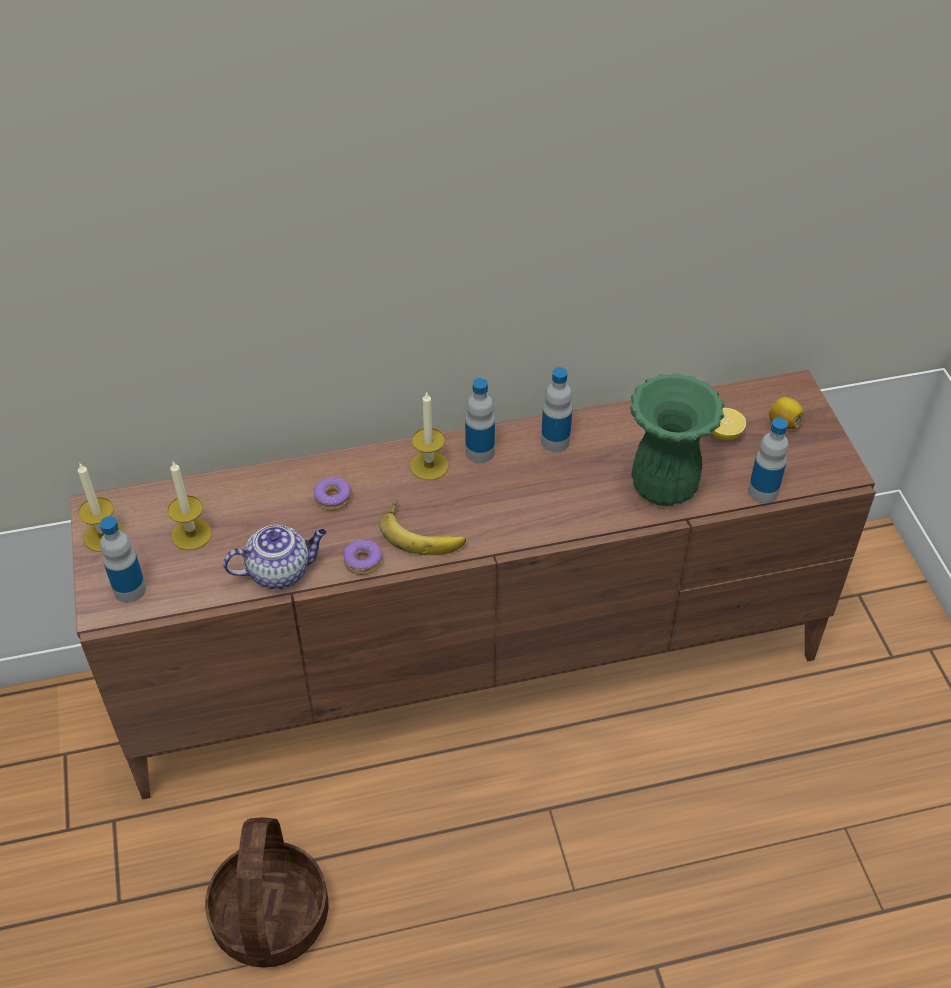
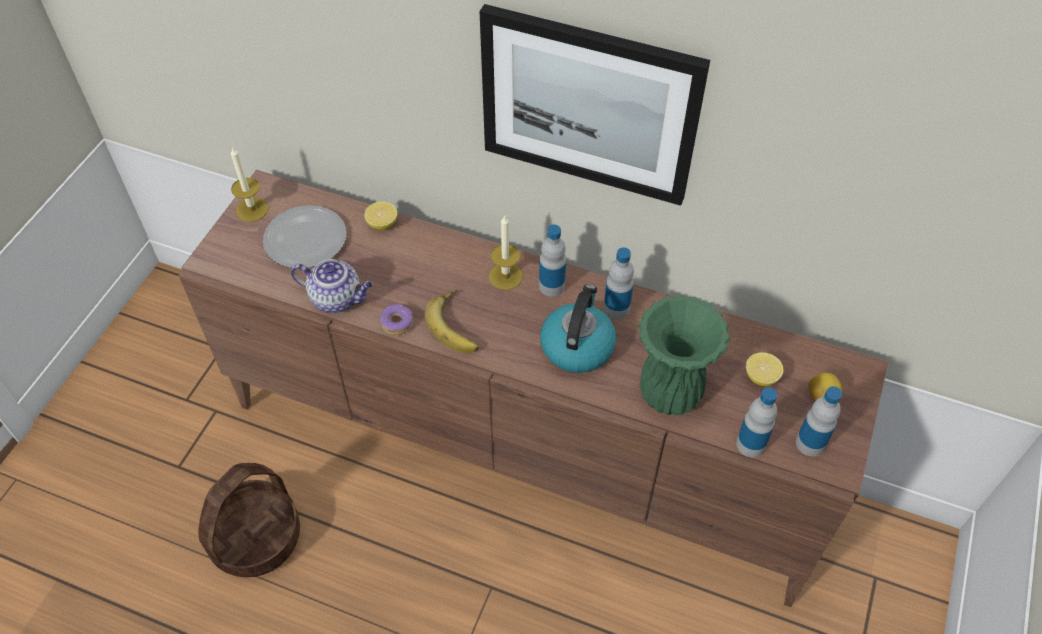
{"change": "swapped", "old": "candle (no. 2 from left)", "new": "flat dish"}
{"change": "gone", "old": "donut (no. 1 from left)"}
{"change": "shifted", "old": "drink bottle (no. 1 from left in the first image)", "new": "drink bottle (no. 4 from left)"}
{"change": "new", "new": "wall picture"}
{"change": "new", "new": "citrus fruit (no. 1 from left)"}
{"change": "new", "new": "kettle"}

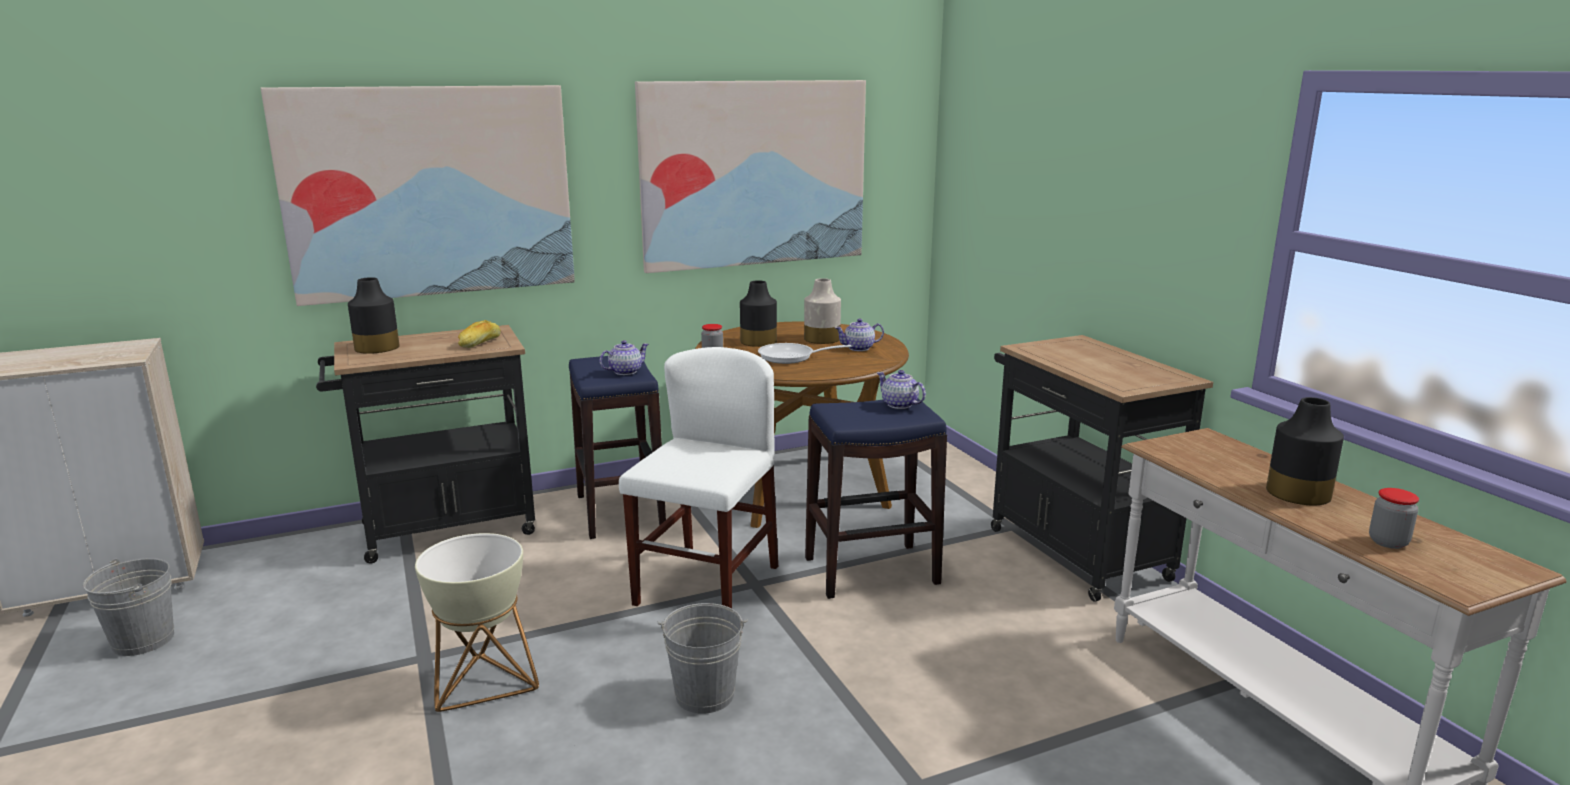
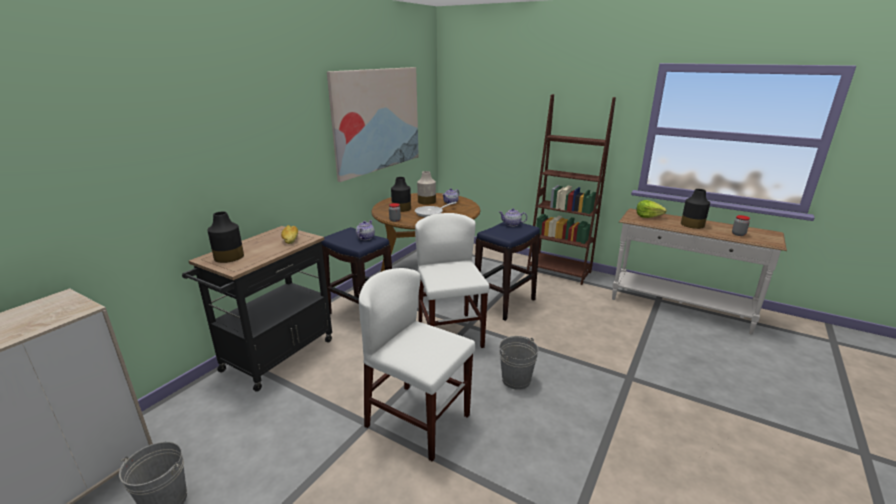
{"change": "gone", "old": "wall picture (no. 1 from left)"}
{"change": "swapped", "old": "black-coloured cart (no. 2 from left)", "new": "brown-coloured shelving unit"}
{"change": "swapped", "old": "flower pot", "new": "whitish plain chair (no. 1 from left)"}
{"change": "new", "new": "lettuce head"}

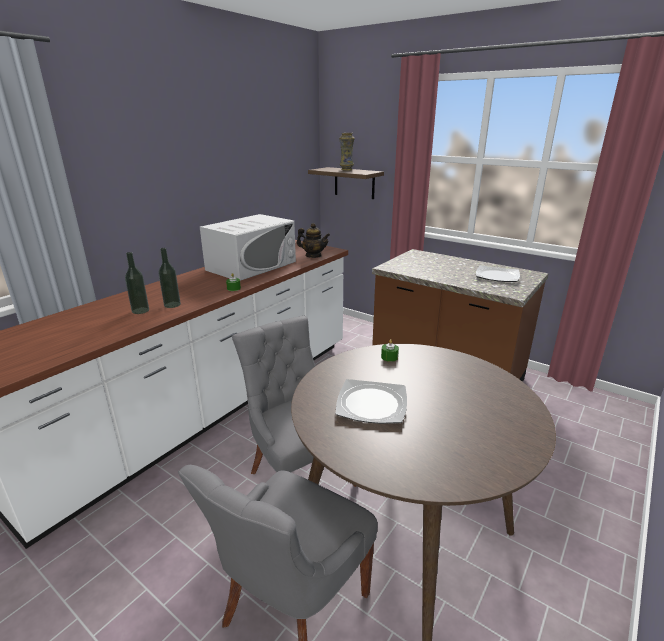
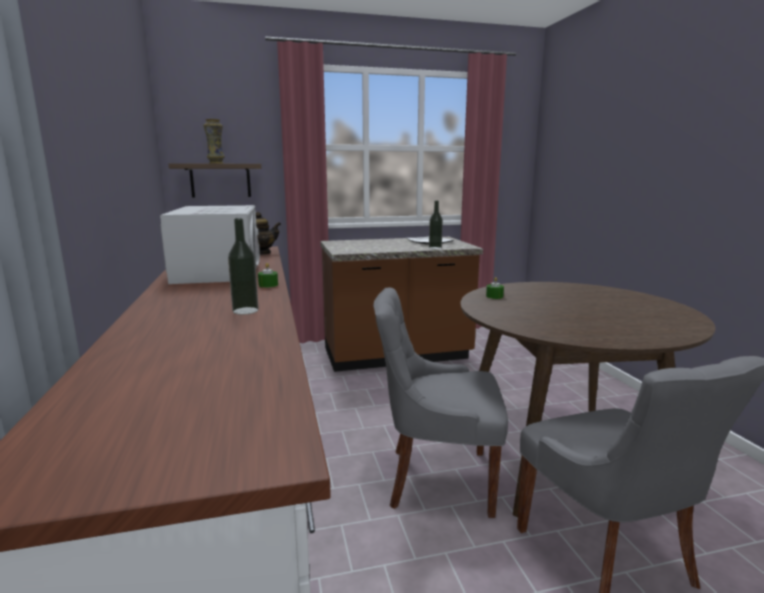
{"change": "shifted", "old": "drink bottle (no. 1 from left in the first image)", "new": "drink bottle (no. 2 from left)"}
{"change": "gone", "old": "flat dish (no. 1 from left)"}

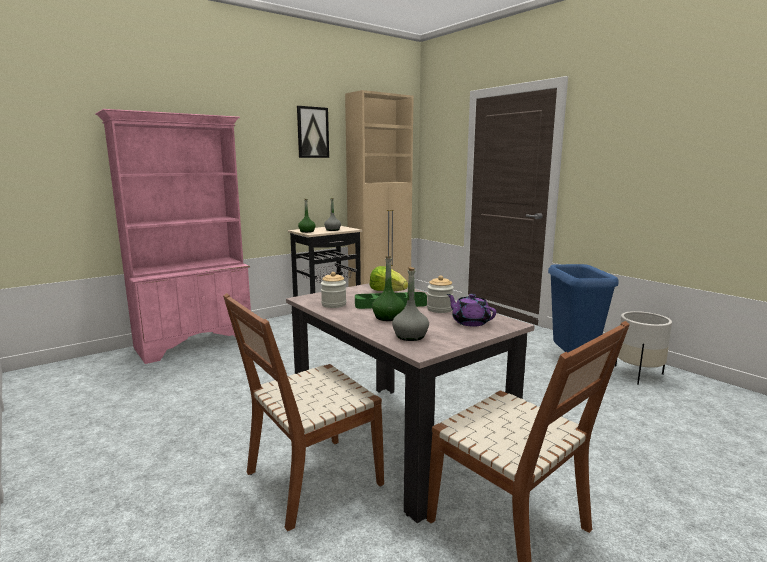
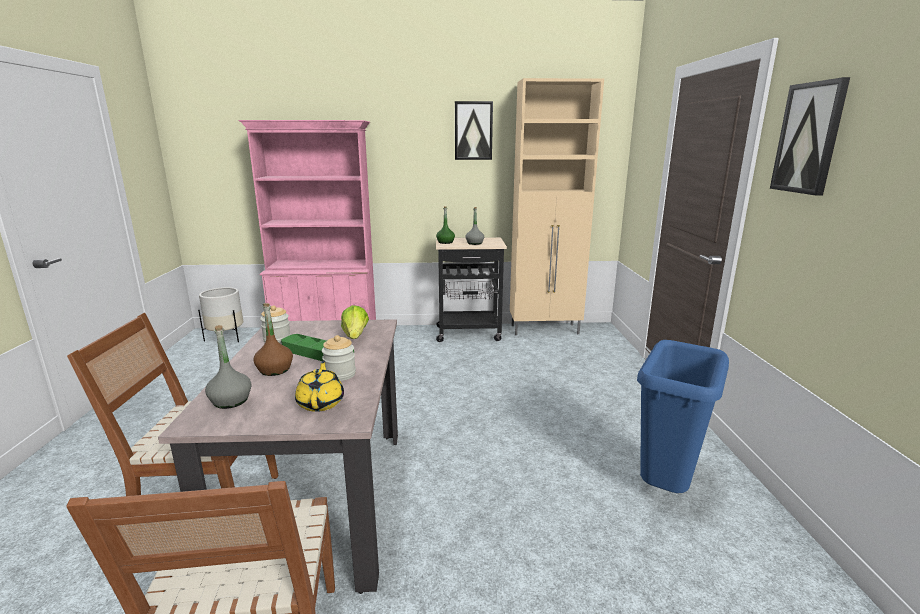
{"change": "repainted", "old": "green-coloured drink bottle (no. 2 from left)", "new": "brown-coloured drink bottle"}
{"change": "repainted", "old": "purplish teapot", "new": "yellow-coloured teapot"}
{"change": "shifted", "old": "whitish flower pot"}
{"change": "new", "new": "wall picture (no. 2 from left)"}

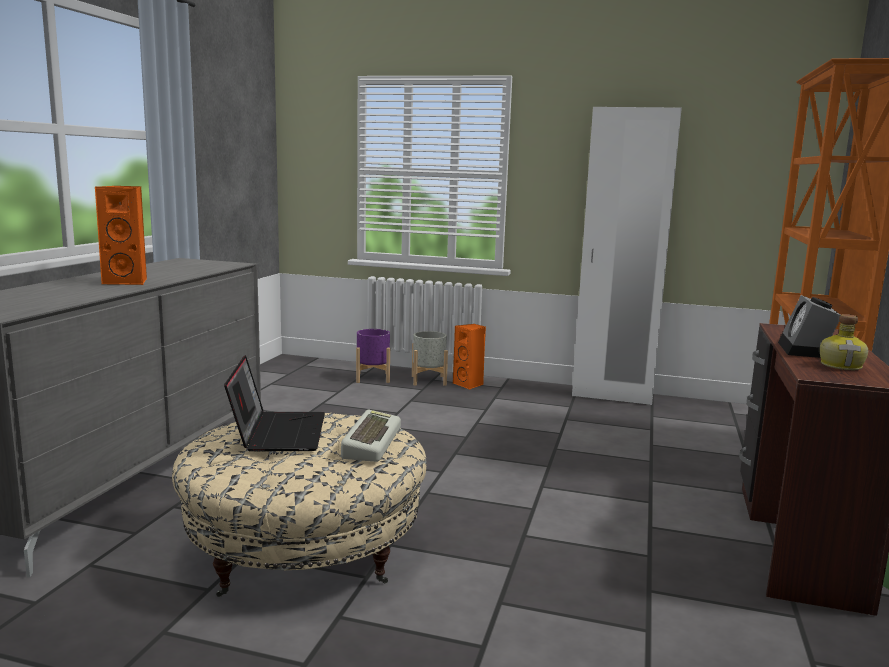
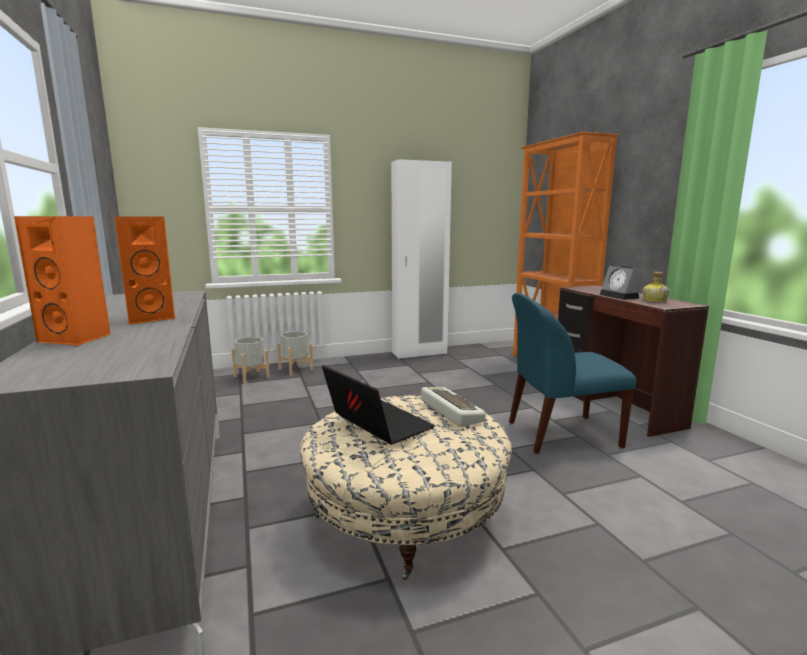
{"change": "shifted", "old": "orange speaker (no. 2 from left in the first image)", "new": "orange speaker (no. 1 from left)"}
{"change": "repainted", "old": "purplish flower pot", "new": "greyish flower pot (no. 1 from left)"}
{"change": "new", "new": "blue plain chair"}

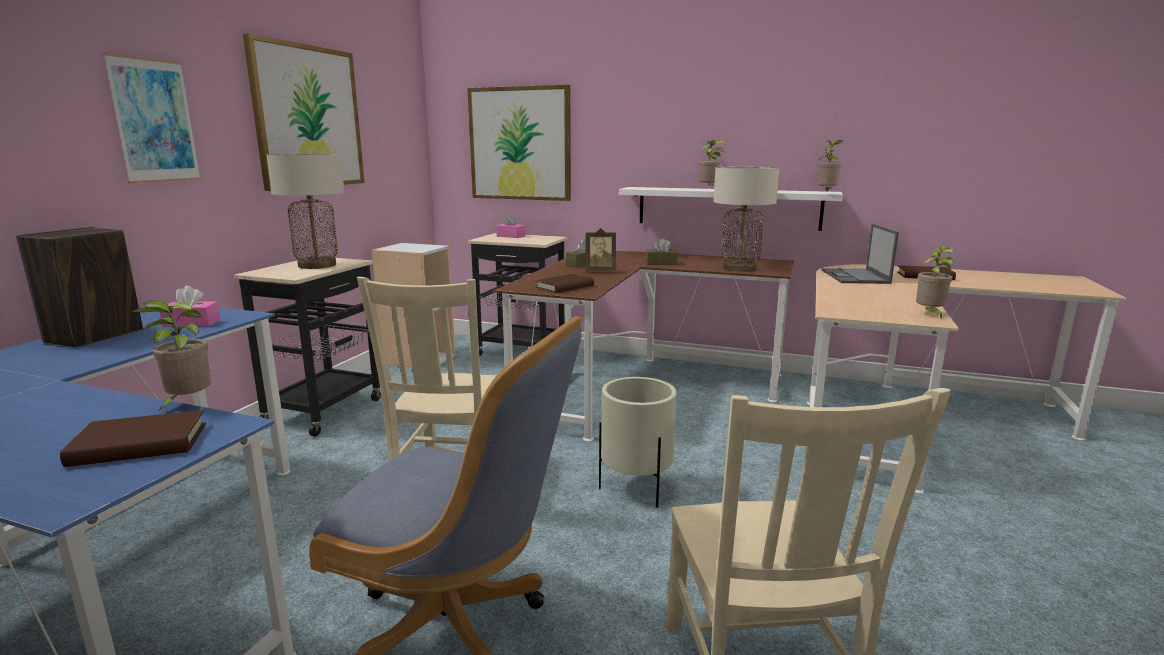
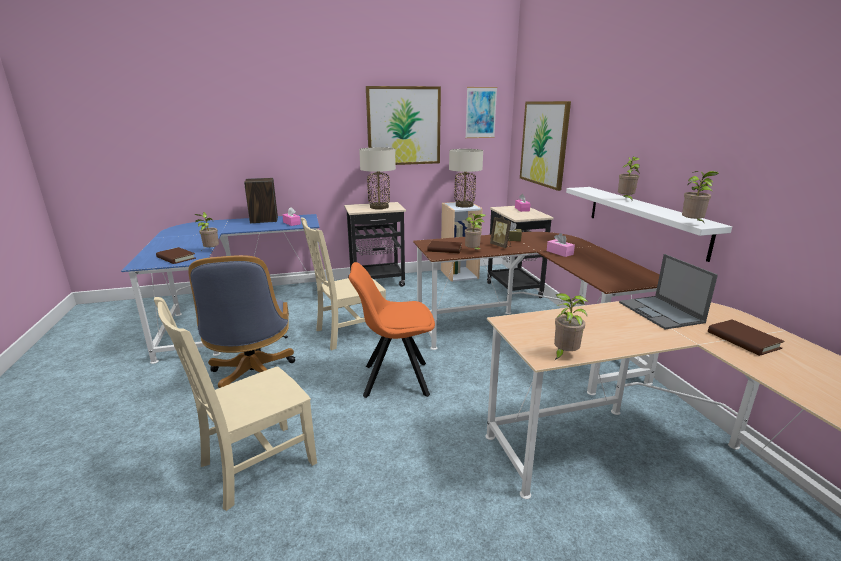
{"change": "shifted", "old": "wall picture (no. 1 from left in the first image)", "new": "wall picture (no. 2 from left)"}
{"change": "shifted", "old": "table lamp (no. 2 from left)"}
{"change": "rotated", "old": "portable computer", "degrees": -75}
{"change": "repainted", "old": "brown-coloured box of tissues (no. 2 from left)", "new": "pinkish box of tissues (no. 3 from left)"}
{"change": "swapped", "old": "beige flower pot", "new": "orange plain chair"}
{"change": "new", "new": "potted plant (no. 2 from left)"}

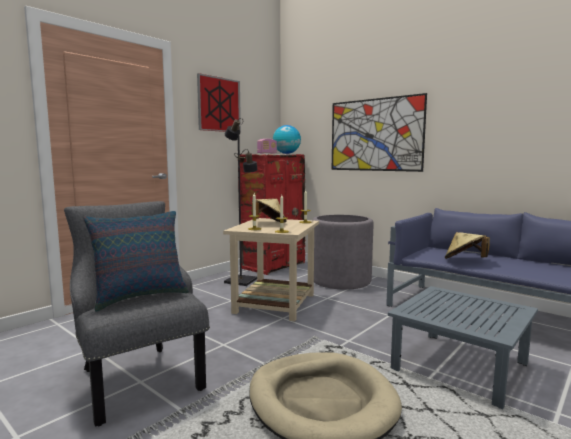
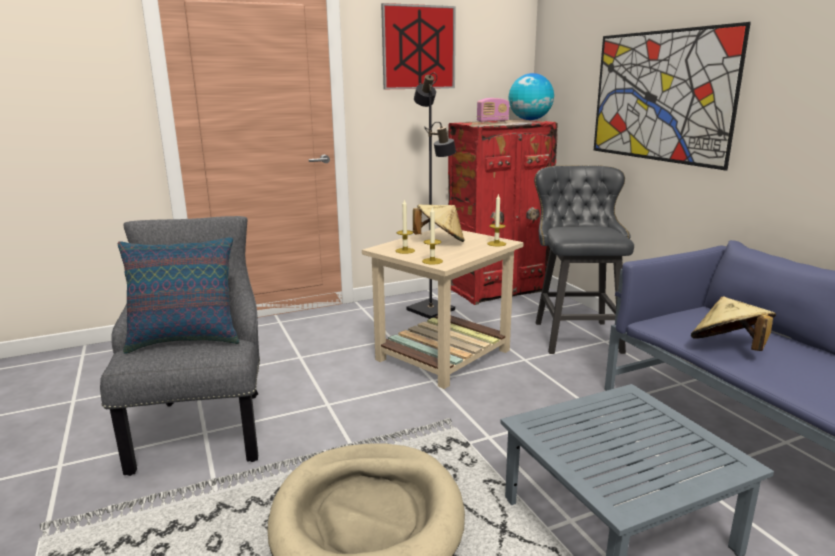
{"change": "swapped", "old": "greyish flower pot", "new": "greyish stool"}

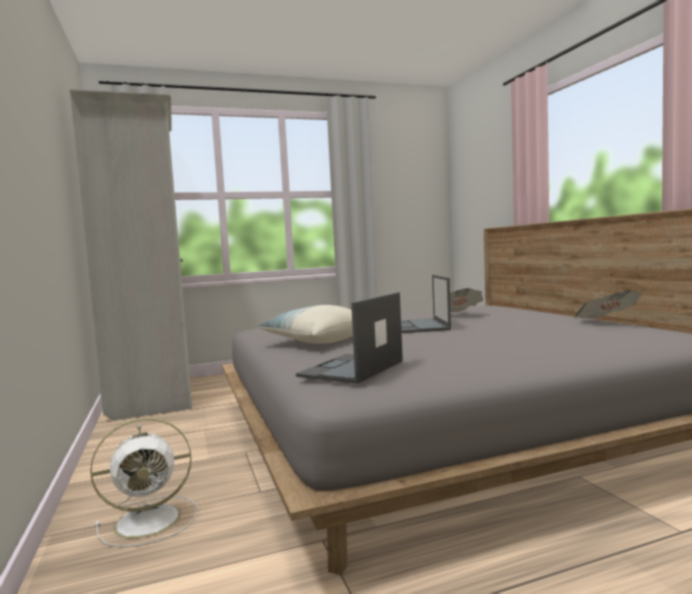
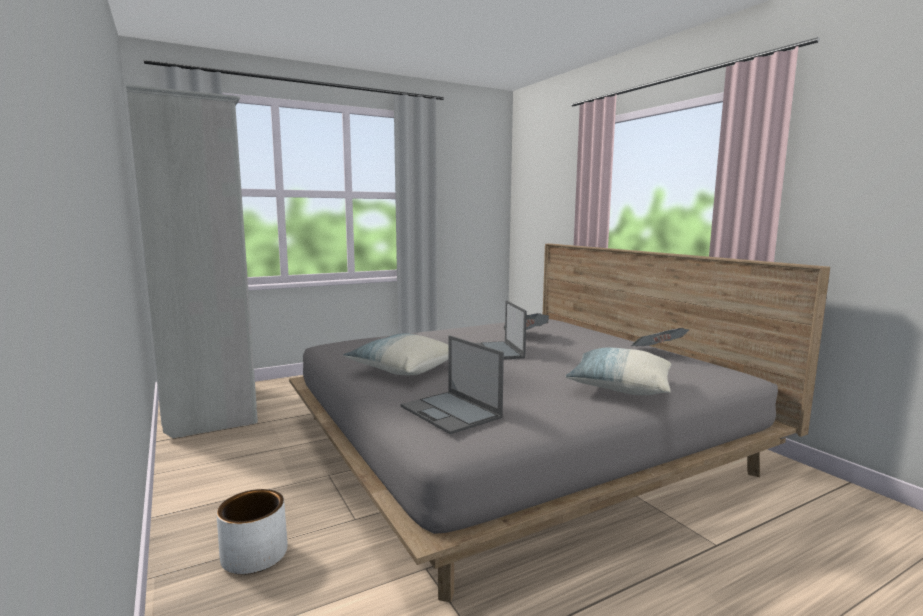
{"change": "rotated", "old": "portable computer (no. 1 from left)", "degrees": -60}
{"change": "swapped", "old": "whitish fan", "new": "whitish flower pot"}
{"change": "new", "new": "throw pillow (no. 2 from left)"}

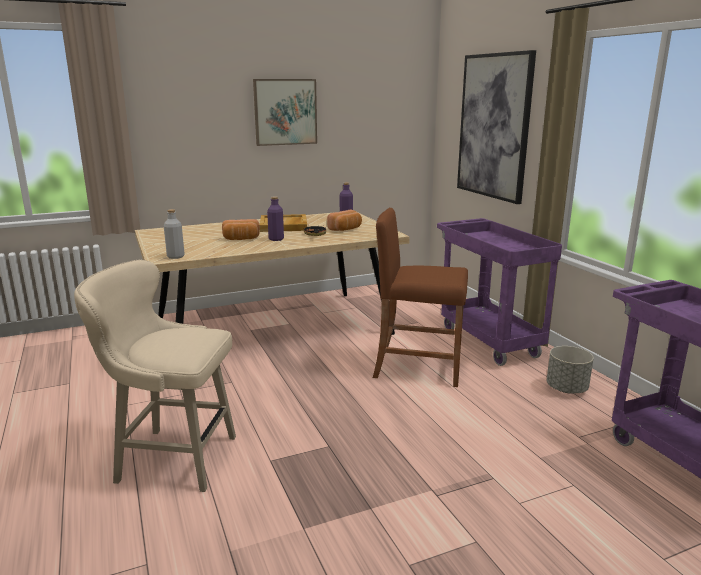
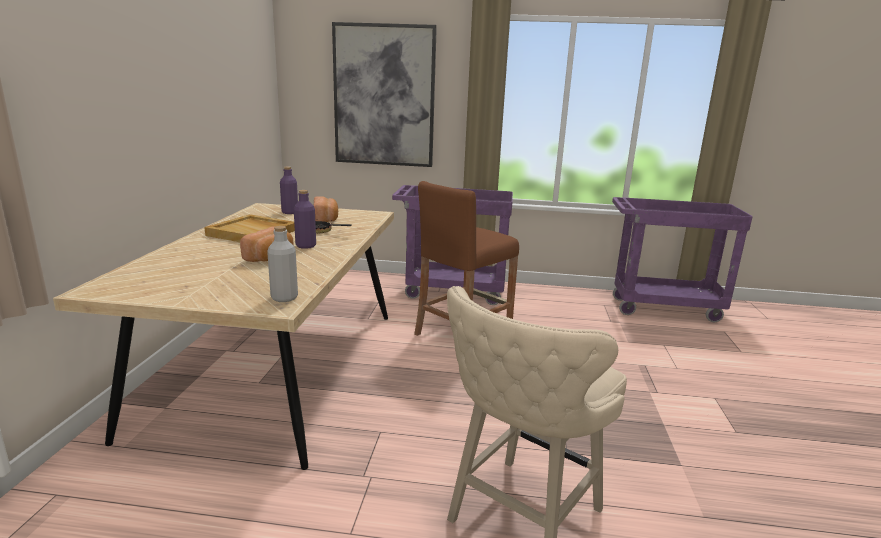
{"change": "gone", "old": "wall picture (no. 1 from left)"}
{"change": "gone", "old": "greyish flower pot"}

